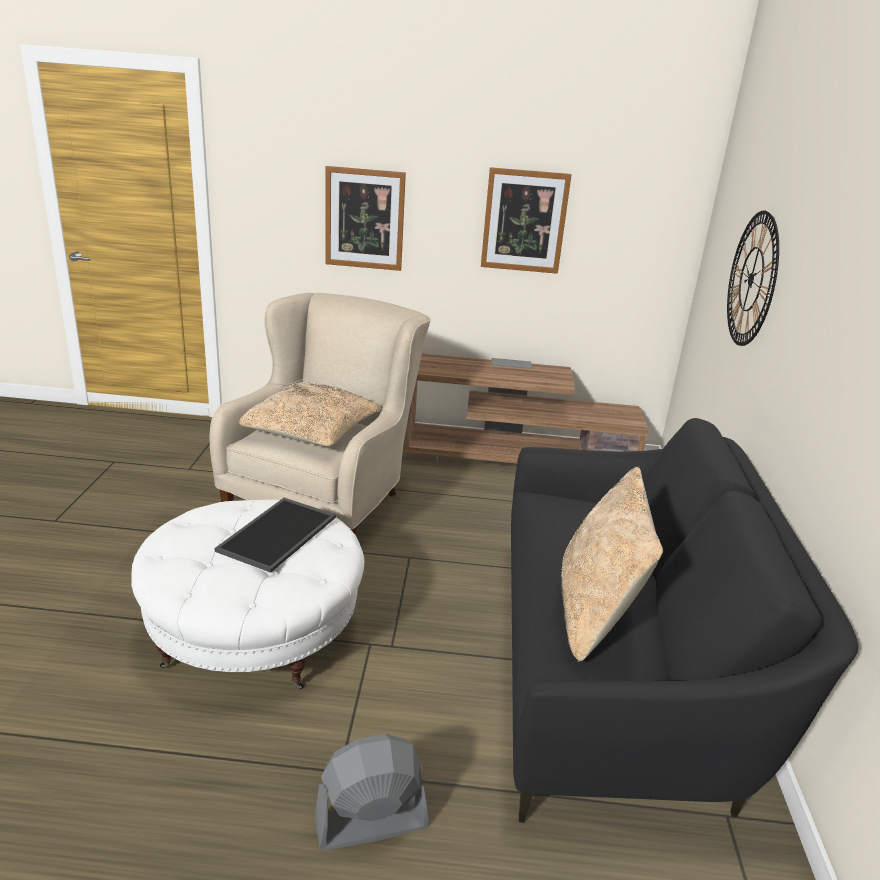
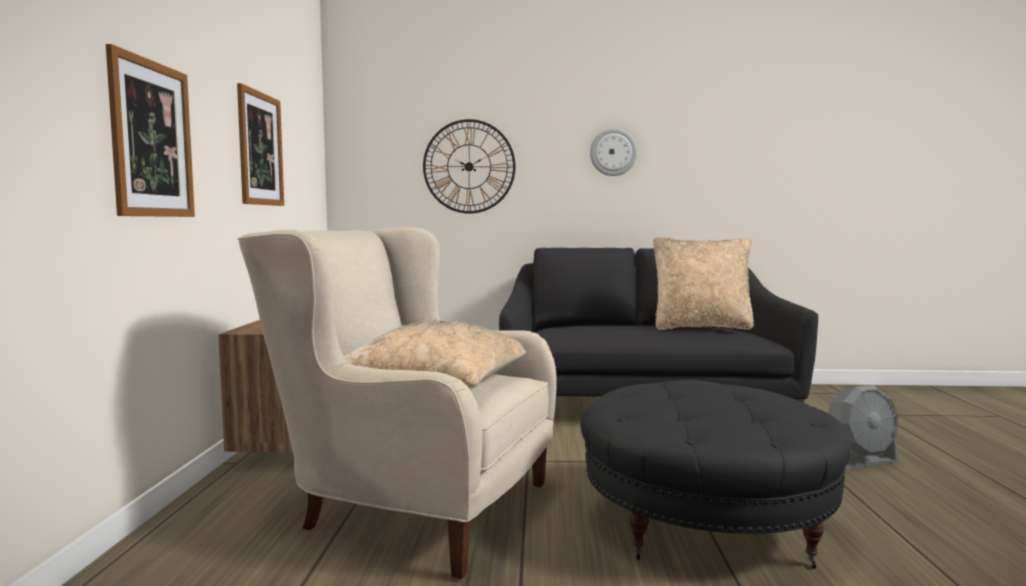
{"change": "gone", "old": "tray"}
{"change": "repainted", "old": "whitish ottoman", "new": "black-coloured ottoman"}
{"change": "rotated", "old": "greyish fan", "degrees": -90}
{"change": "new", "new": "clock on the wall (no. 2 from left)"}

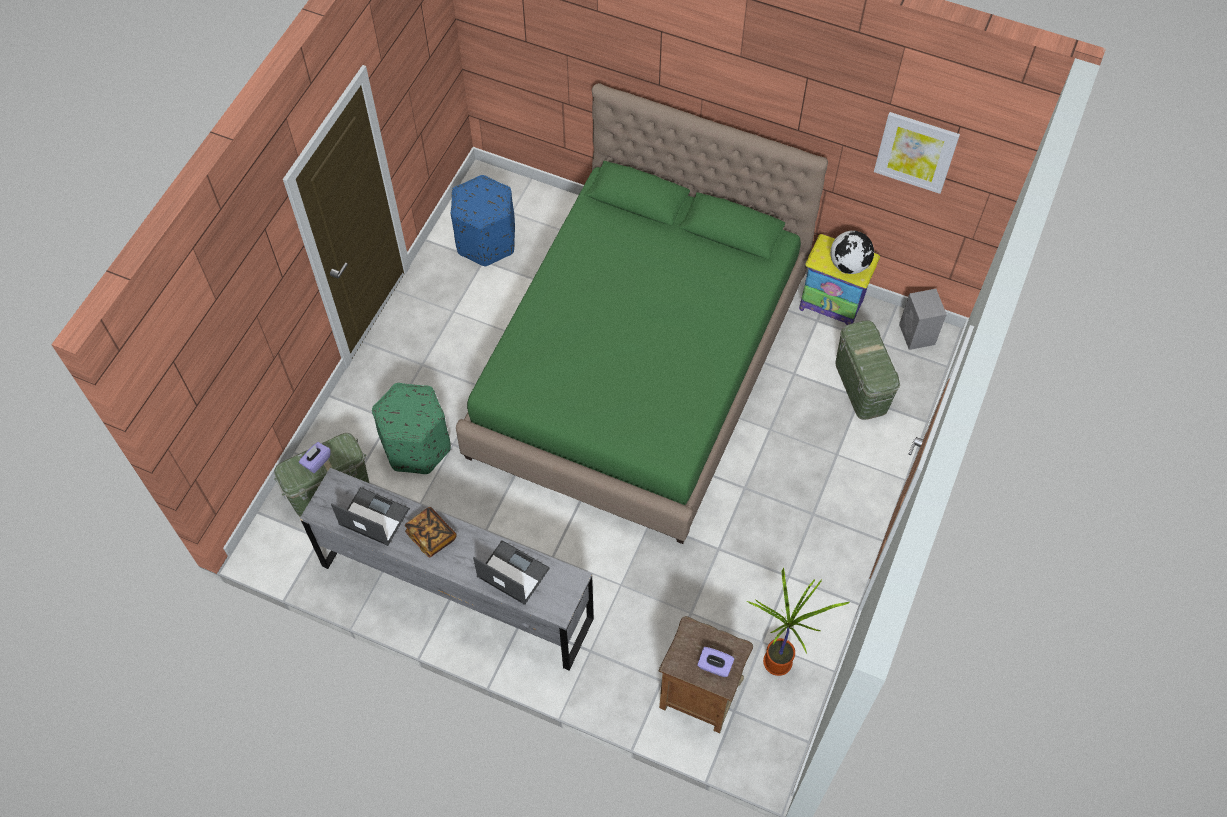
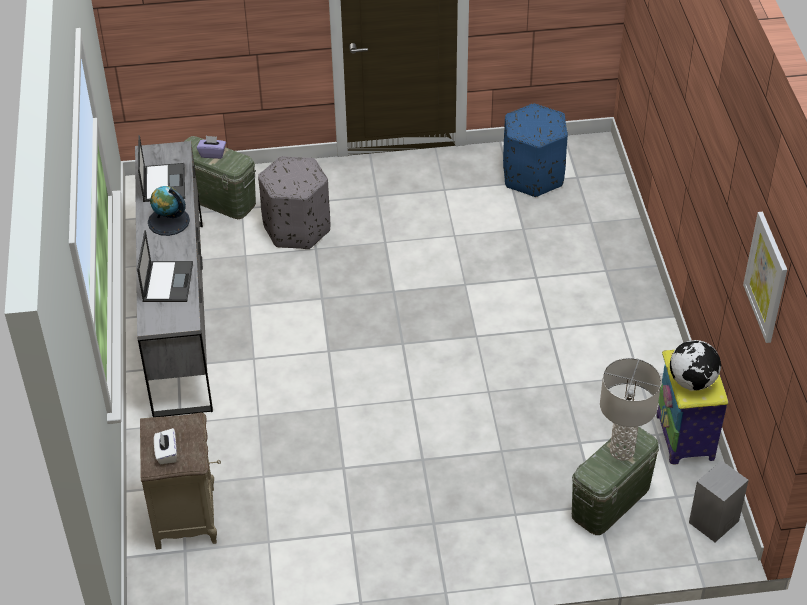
{"change": "gone", "old": "green-coloured sleeping bed"}
{"change": "repainted", "old": "green-coloured ottoman", "new": "greyish ottoman"}
{"change": "swapped", "old": "book", "new": "desk globe (no. 1 from left)"}
{"change": "gone", "old": "potted plant"}
{"change": "repainted", "old": "purplish box of tissues (no. 2 from left)", "new": "whitish box of tissues"}
{"change": "new", "new": "whitish table lamp"}

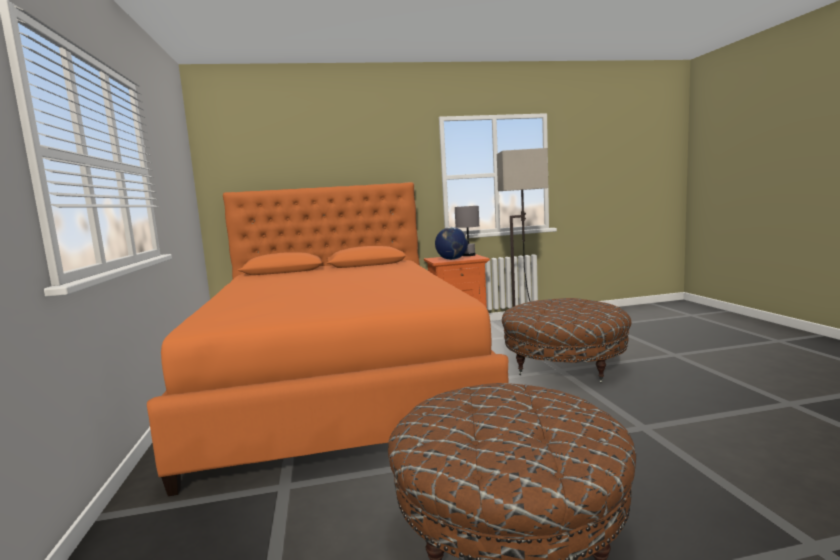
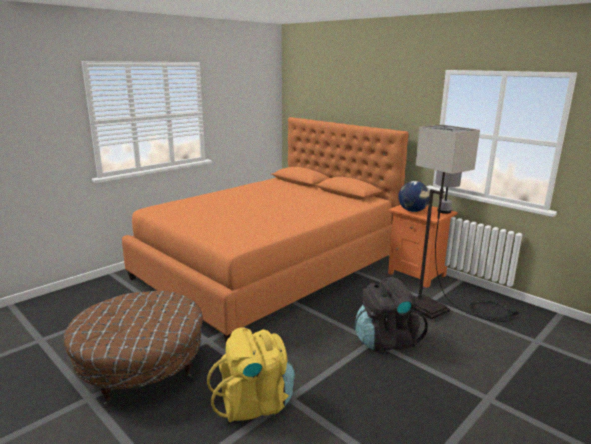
{"change": "swapped", "old": "brown-coloured ottoman (no. 2 from left)", "new": "black-coloured knapsack"}
{"change": "new", "new": "yellow-coloured knapsack"}

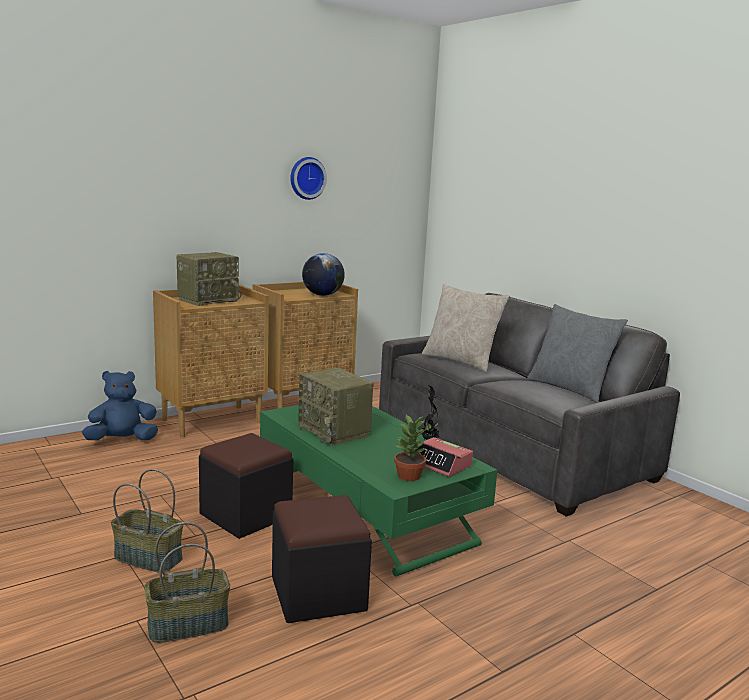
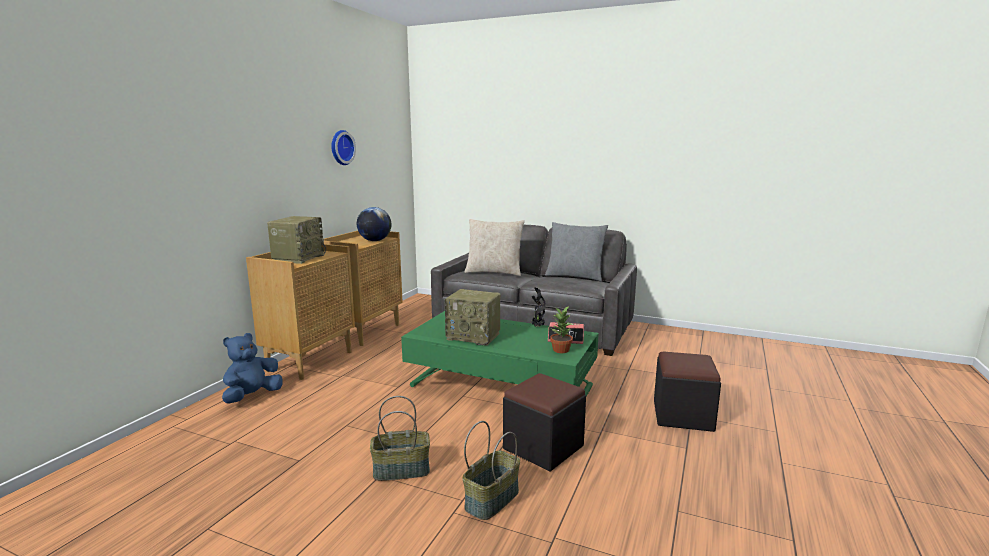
{"change": "shifted", "old": "black-coloured ottoman (no. 1 from left in the first image)", "new": "black-coloured ottoman (no. 2 from left)"}

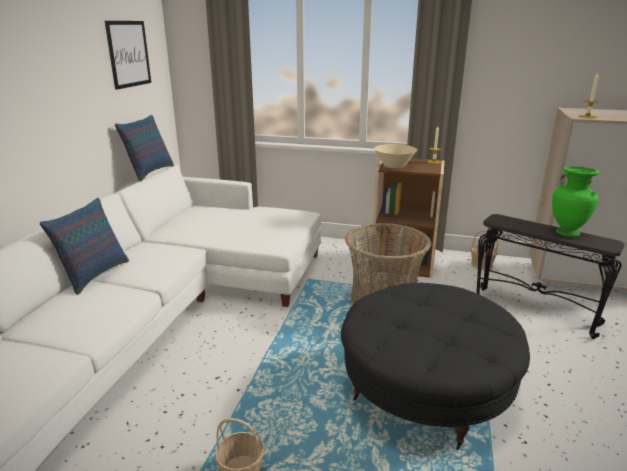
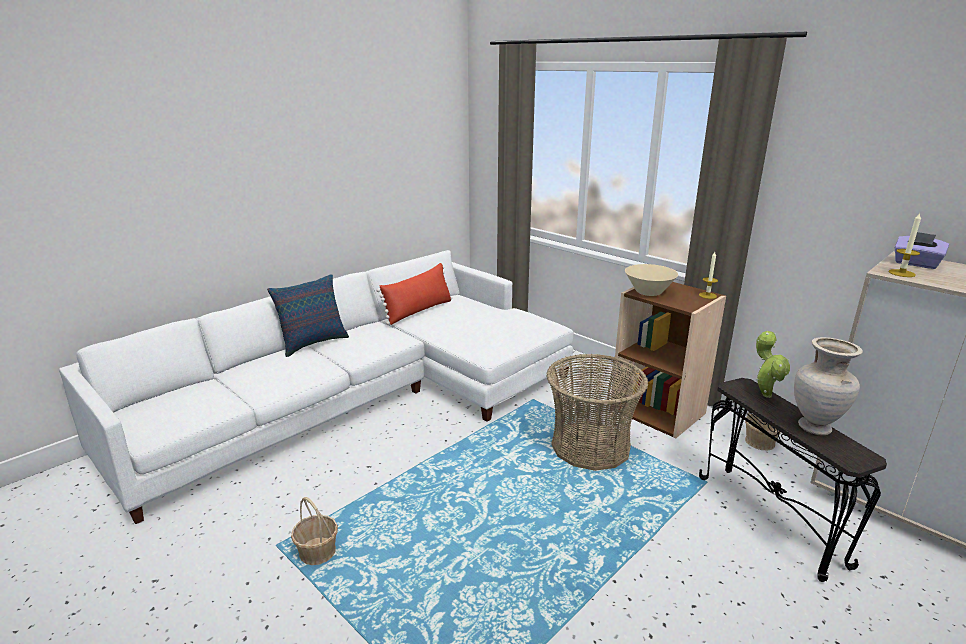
{"change": "gone", "old": "wall picture"}
{"change": "gone", "old": "blue throw pillow (no. 2 from left)"}
{"change": "repainted", "old": "green-coloured decorative vase", "new": "beige decorative vase"}
{"change": "gone", "old": "black-coloured ottoman"}
{"change": "new", "new": "purplish box of tissues"}
{"change": "new", "new": "red throw pillow"}
{"change": "new", "new": "potted plant"}

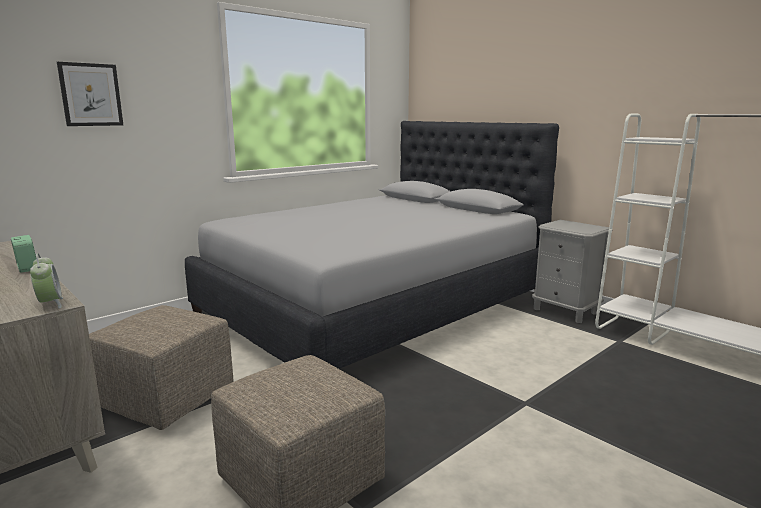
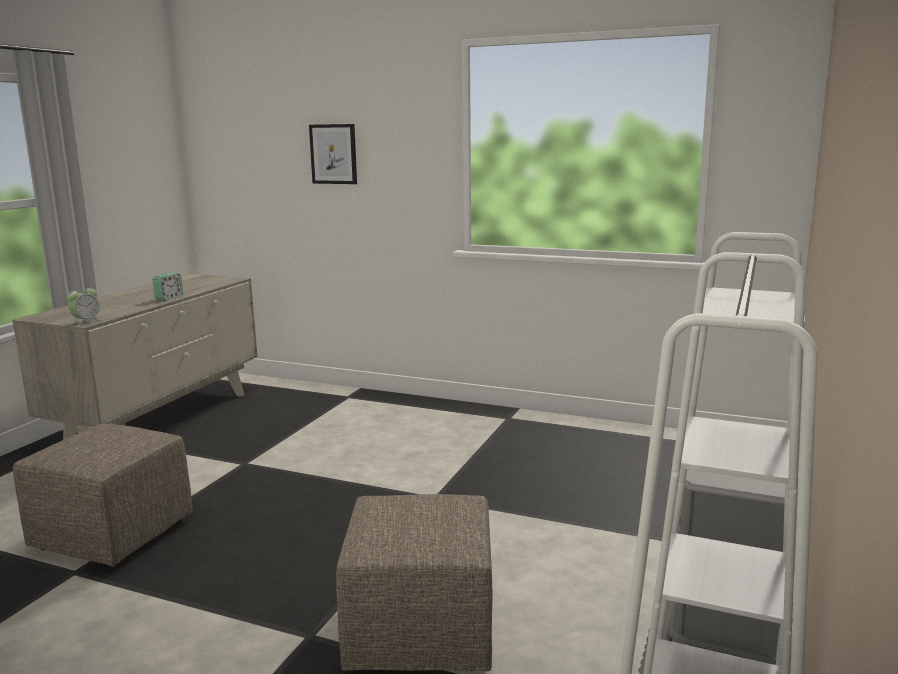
{"change": "gone", "old": "greyish sleeping bed"}
{"change": "shifted", "old": "beige ottoman (no. 1 from left in the first image)", "new": "beige ottoman (no. 2 from left)"}

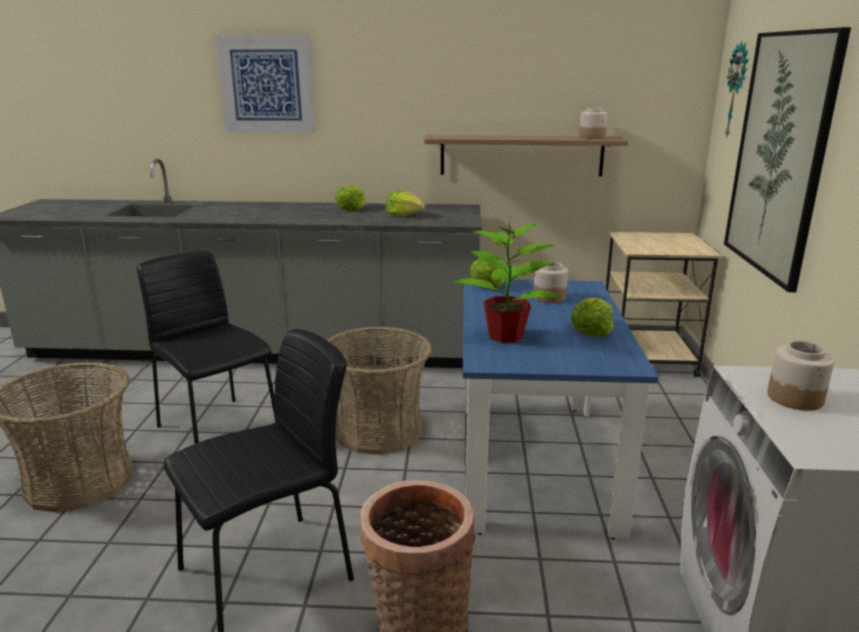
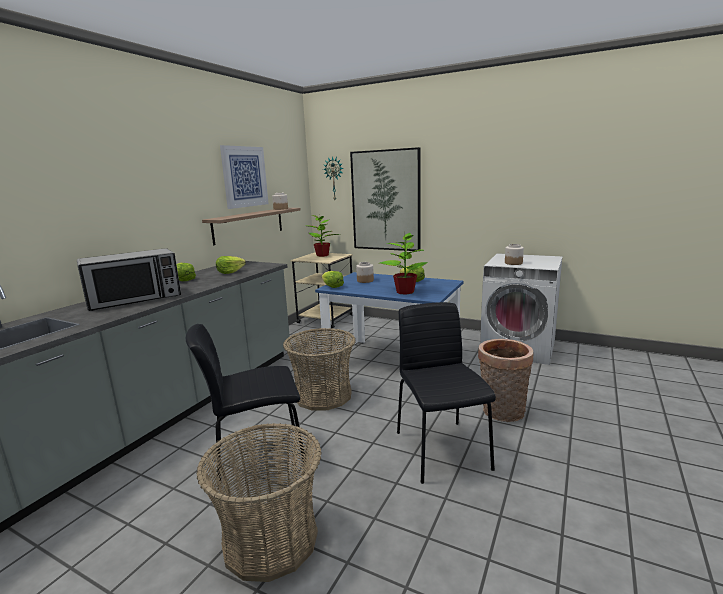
{"change": "shifted", "old": "wall picture (no. 1 from left)"}
{"change": "new", "new": "potted plant (no. 1 from left)"}
{"change": "new", "new": "microwave"}

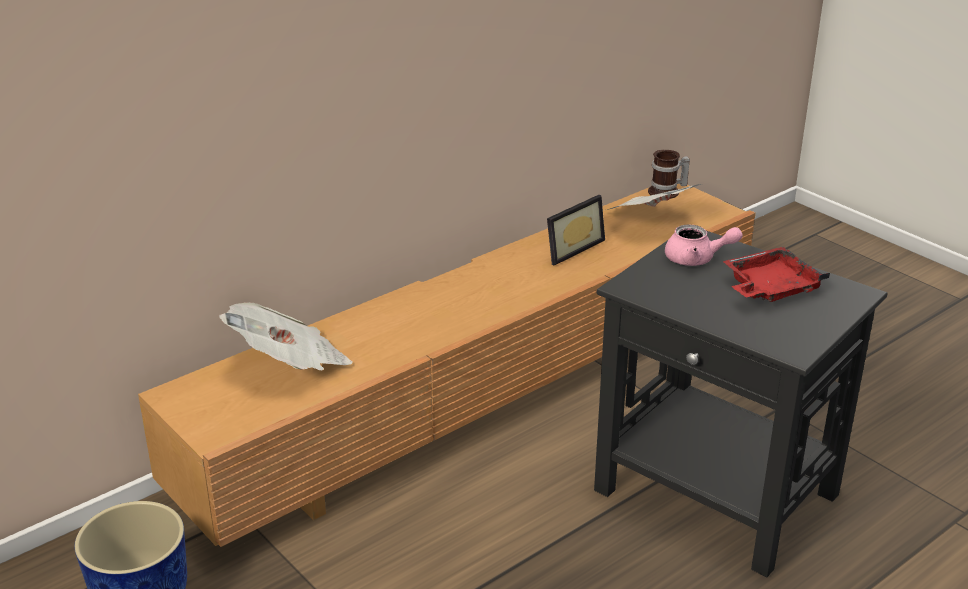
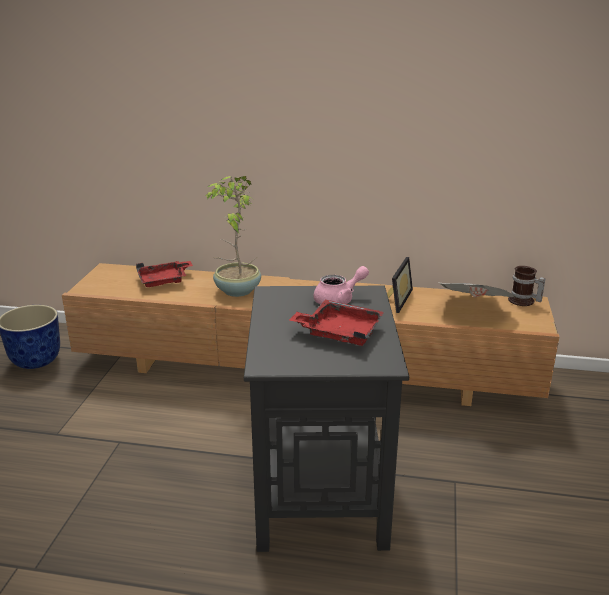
{"change": "rotated", "old": "photo frame", "degrees": -75}
{"change": "rotated", "old": "pinkish teapot", "degrees": -90}
{"change": "swapped", "old": "newspaper (no. 1 from left)", "new": "red tray (no. 1 from left)"}
{"change": "new", "new": "potted plant"}

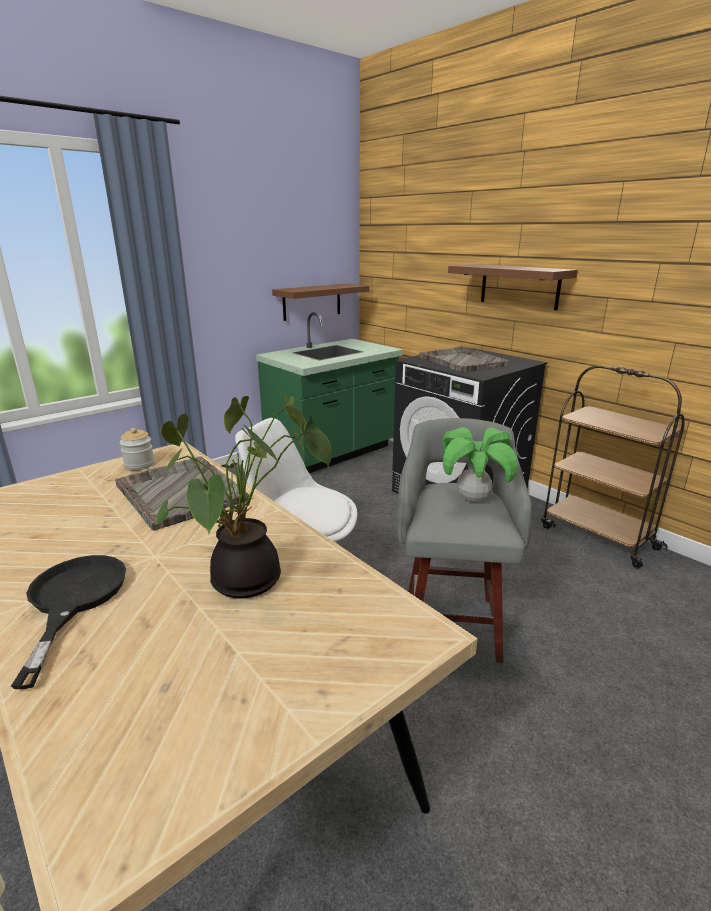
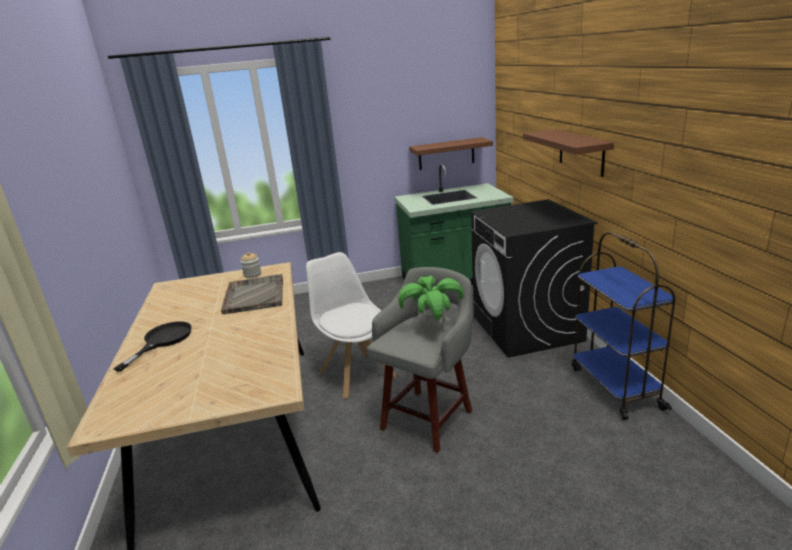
{"change": "gone", "old": "greyish tray (no. 2 from left)"}
{"change": "repainted", "old": "brown-coloured cart", "new": "blue cart"}
{"change": "gone", "old": "potted plant (no. 1 from left)"}

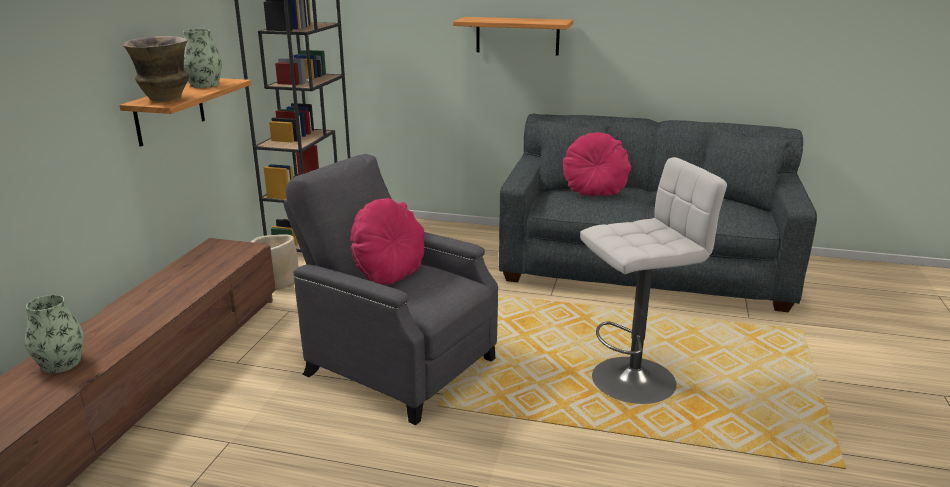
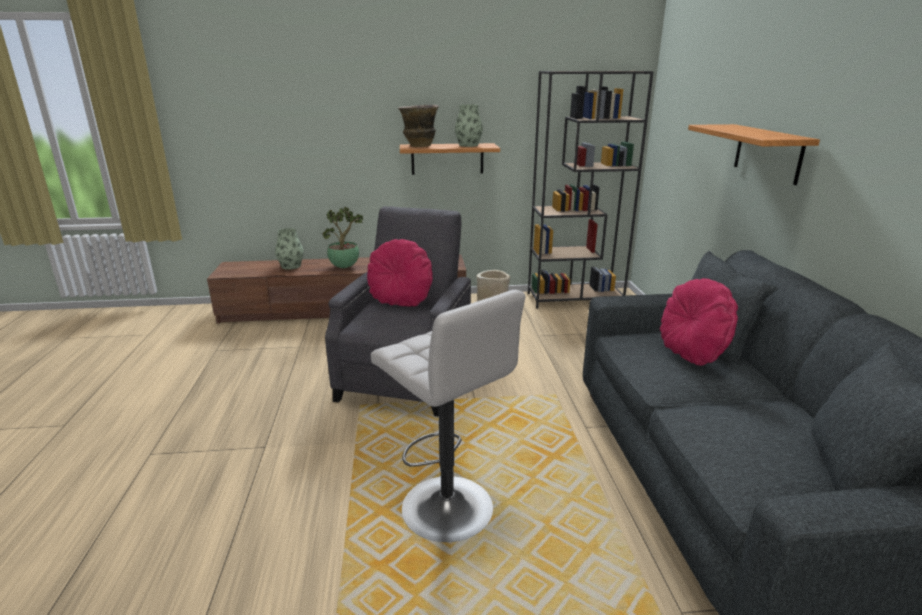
{"change": "new", "new": "potted plant"}

